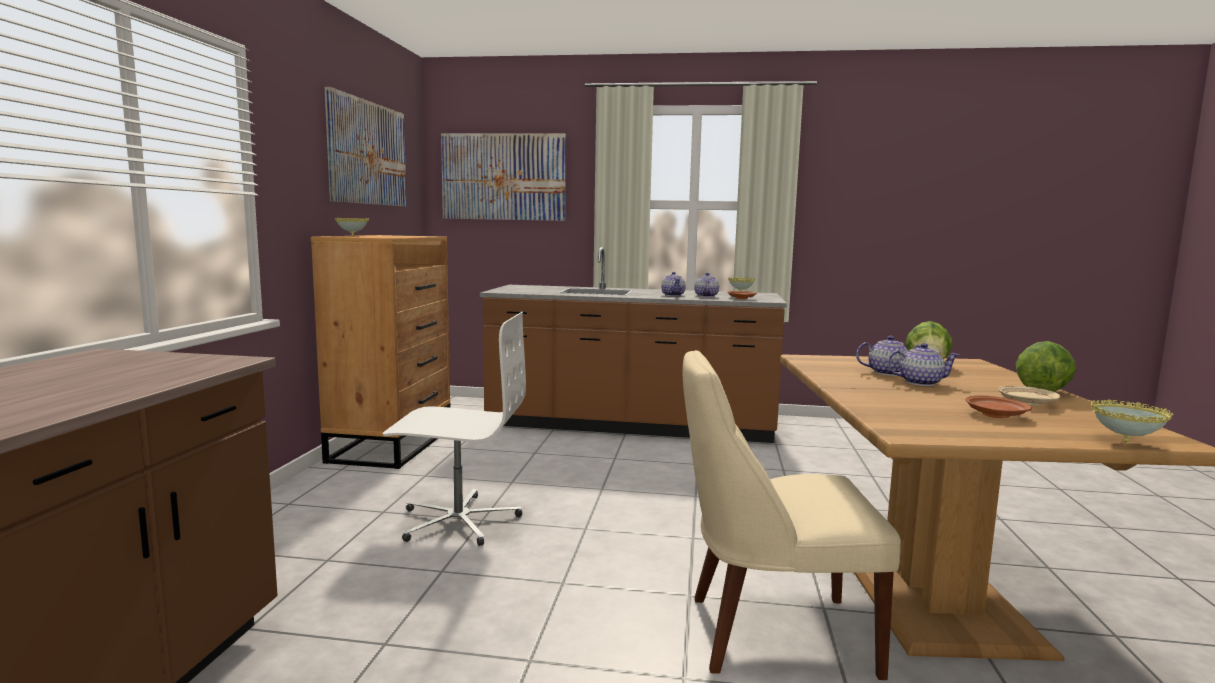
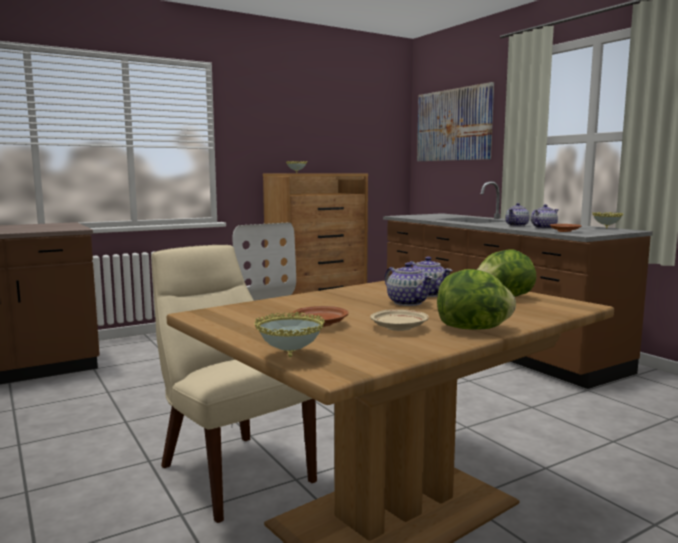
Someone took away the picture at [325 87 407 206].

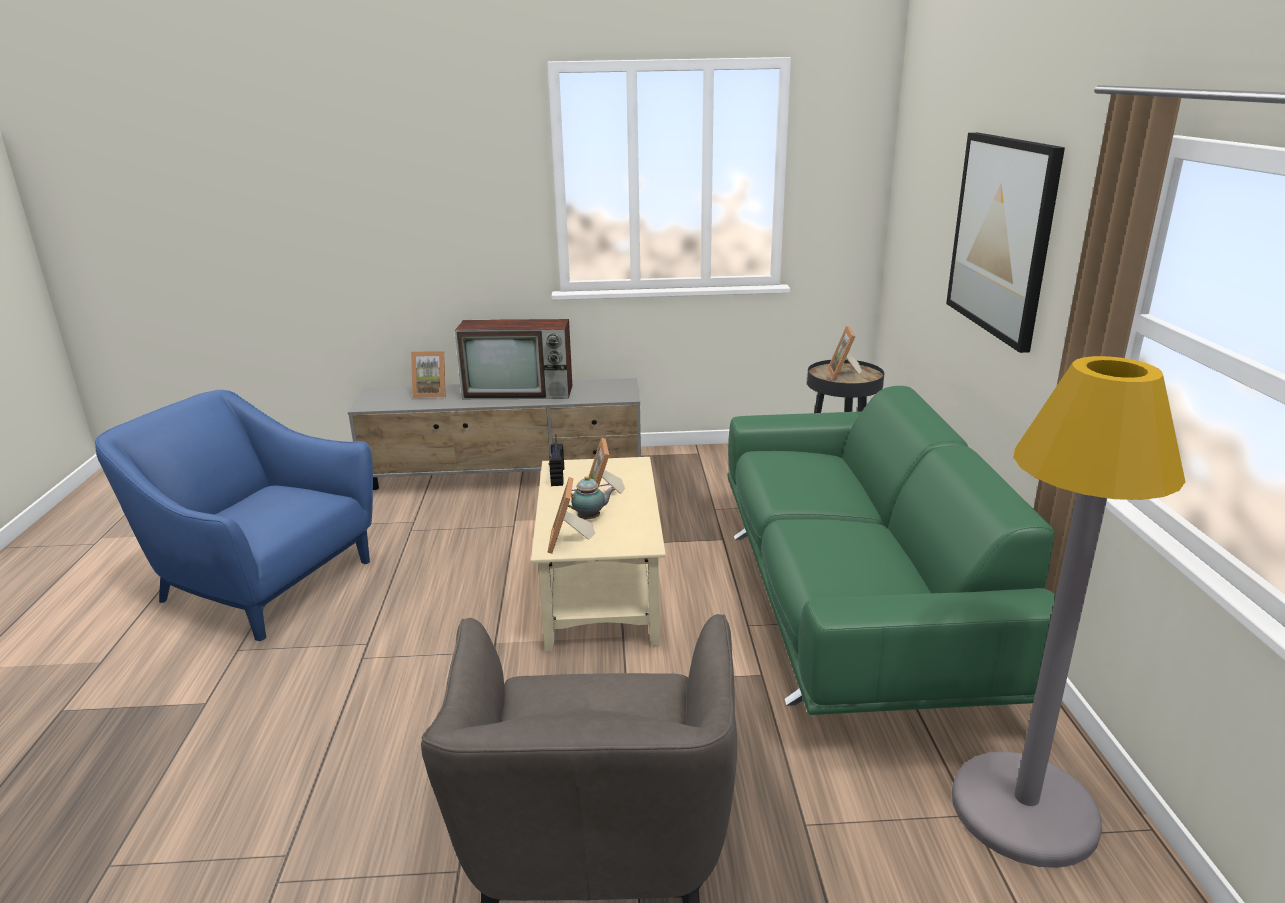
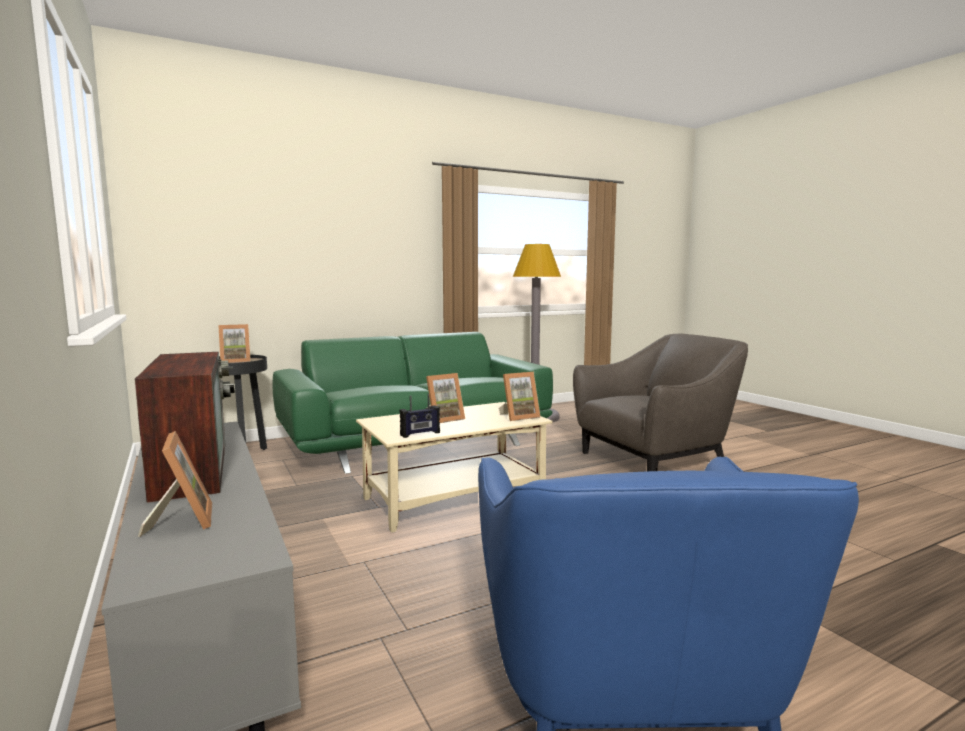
Someone took away the teapot at [568 476 615 519]. Someone took away the picture at [946 132 1065 353].

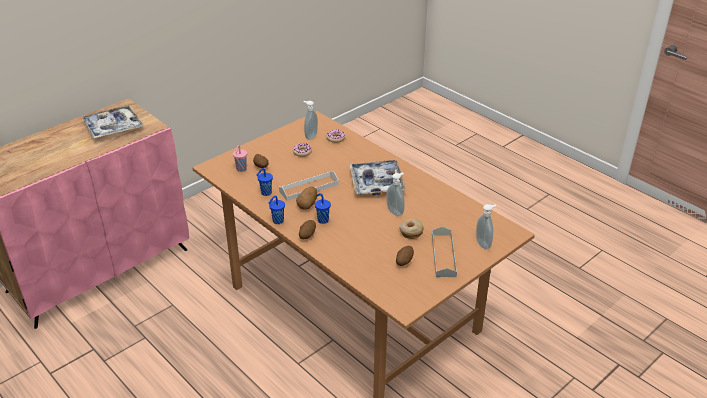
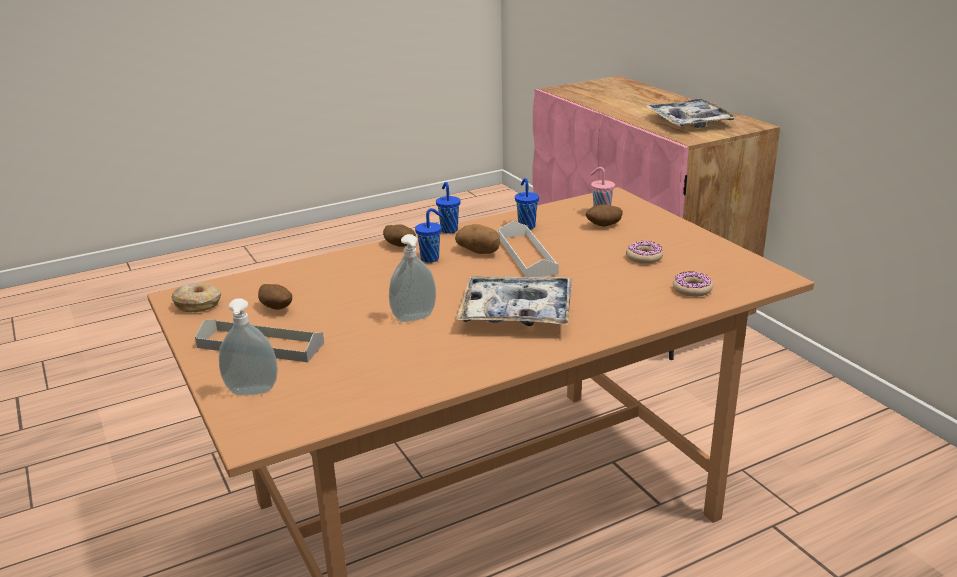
Someone took away the soap dispenser at [303 101 318 140]. Someone carried the donut from [399 219 424 239] to [172 283 221 312].

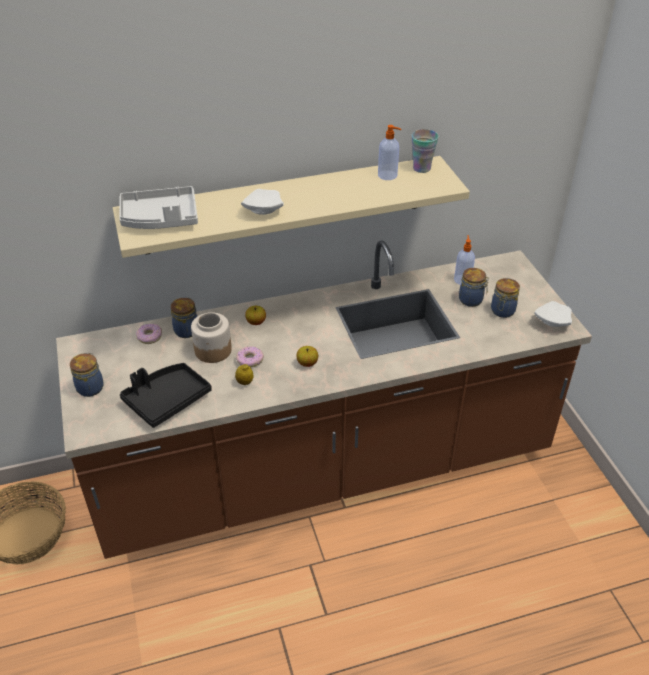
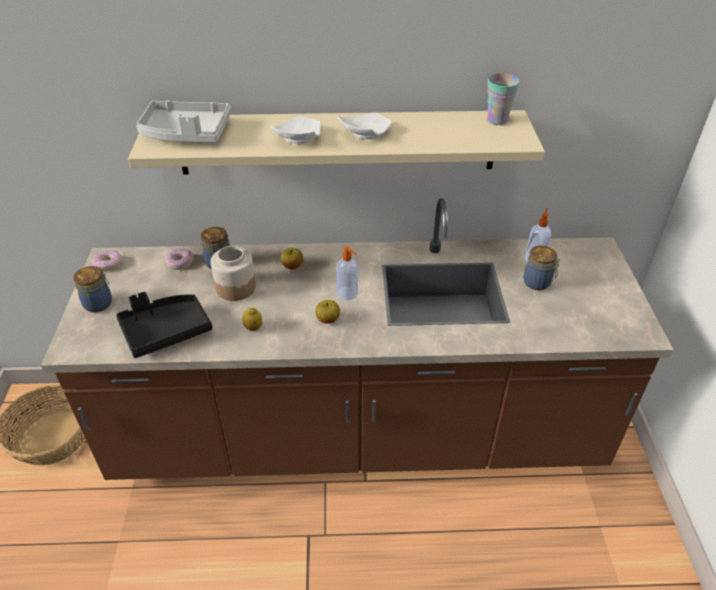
Someone carried the donut from [236 347 264 367] to [92 250 121 271]. Someone carried the soap dispenser from [378 125 401 180] to [336 246 358 300]. Someone took away the jar at [491 278 520 318]. Someone carried the plate/white from [534 301 572 327] to [338 113 392 139].

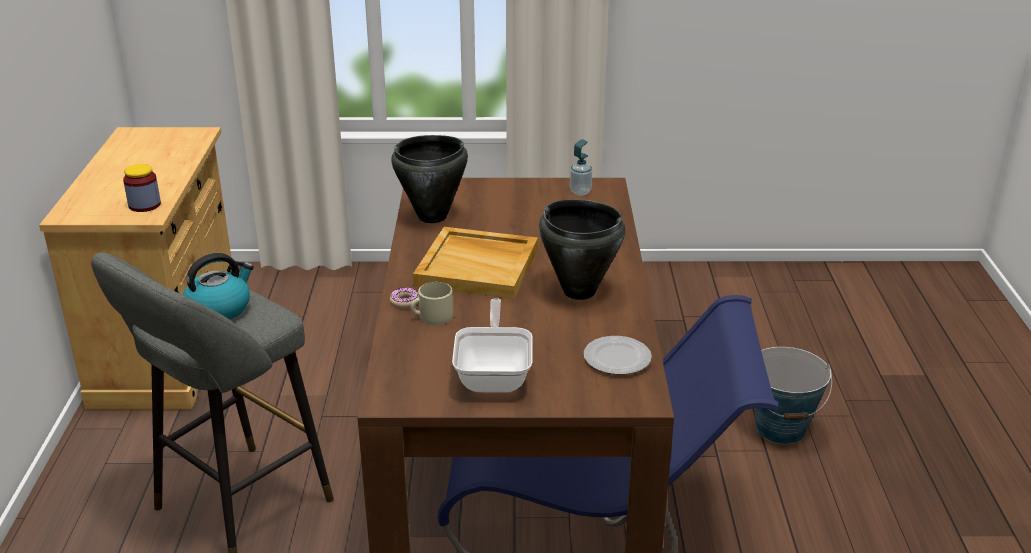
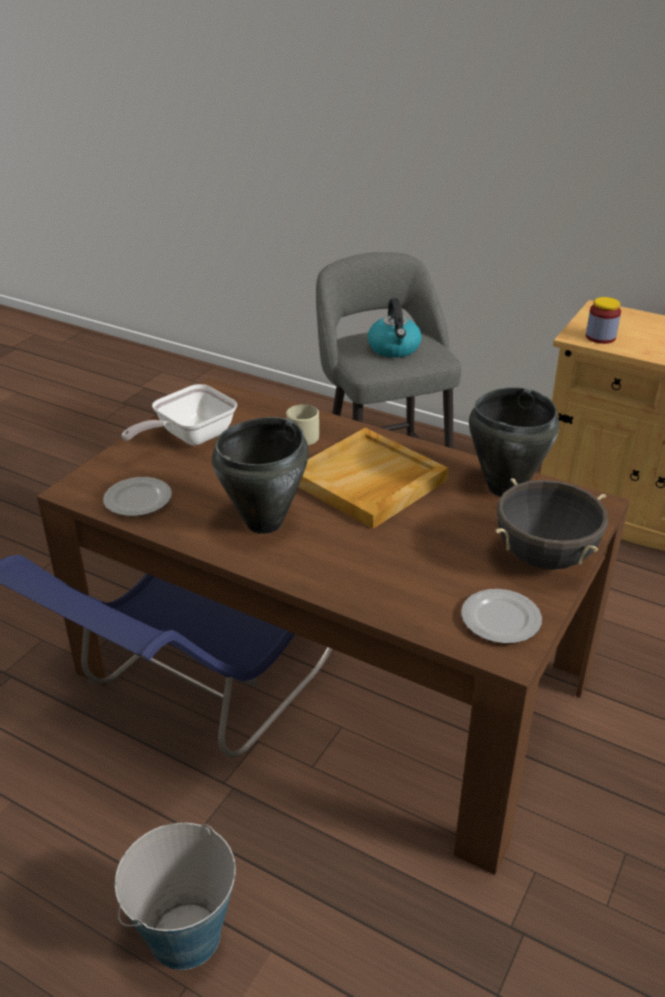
Someone took away the donut at [390 287 419 308]. Someone rotated the frying pan at [452 298 533 393] by 105 degrees clockwise. Someone swapped the soap dispenser at [570 139 592 196] for the plate at [461 589 542 644]. Someone put down the cooking pot/black at [495 478 608 570].

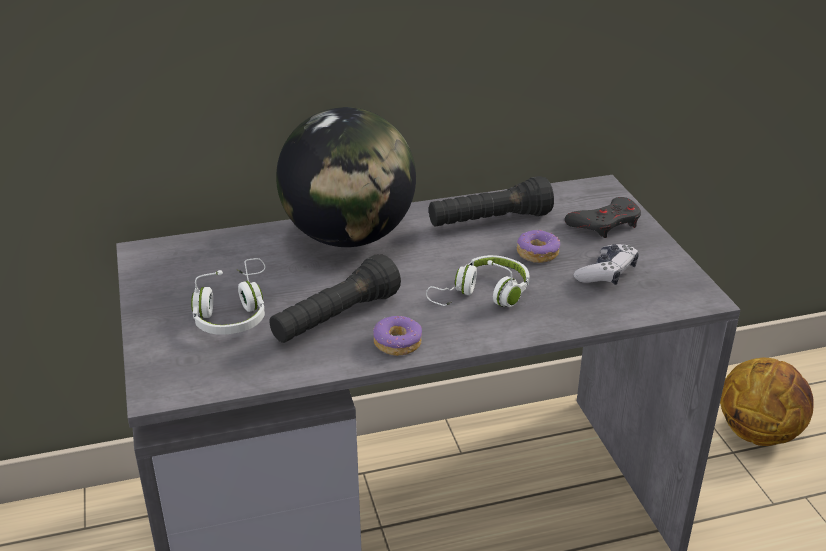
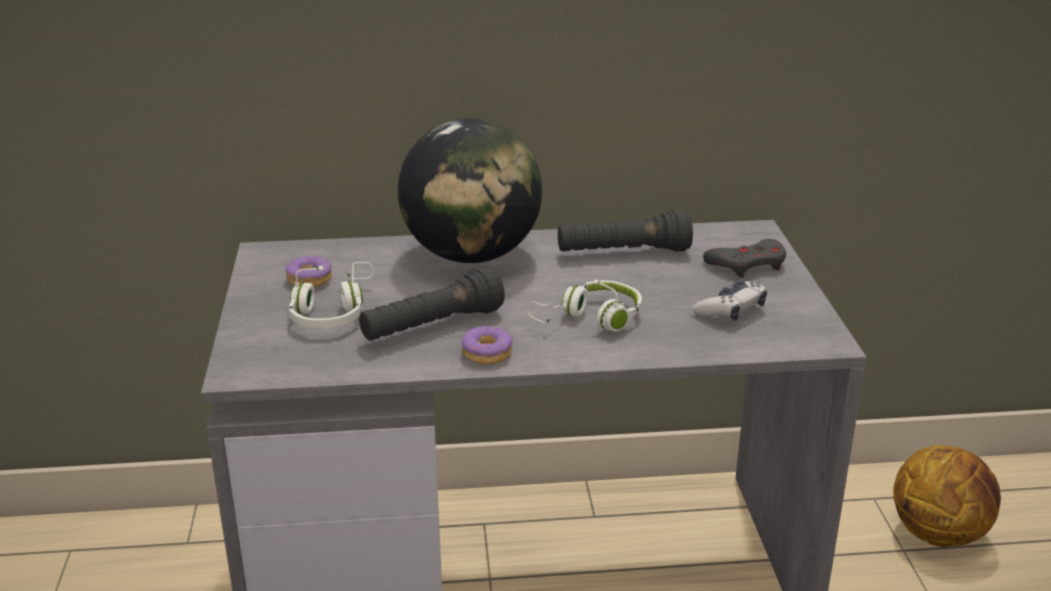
Someone carried the donut from [517 230 560 263] to [286 256 332 287].

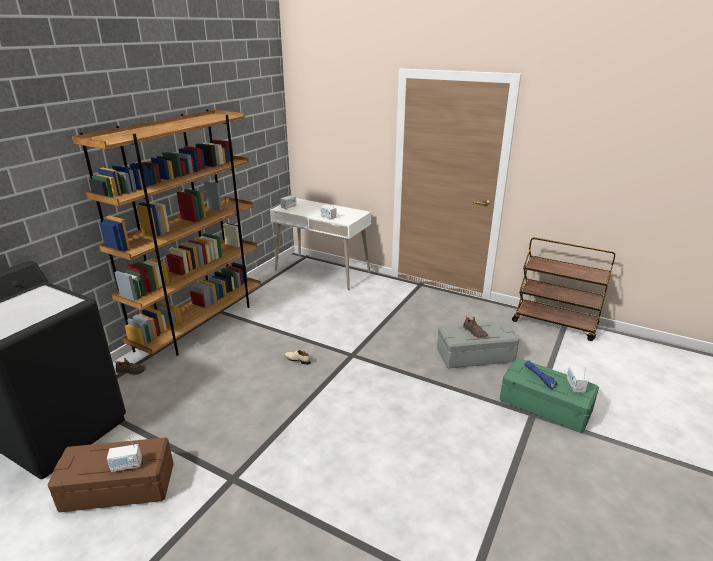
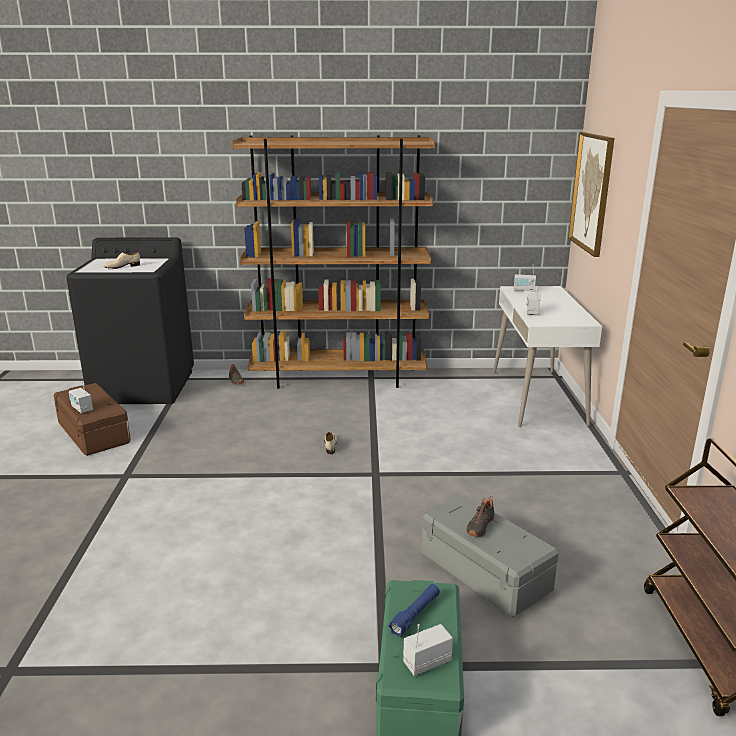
Someone put down the shoe/beige at [104 252 140 269]. Someone put up the picture at [568 132 614 257].

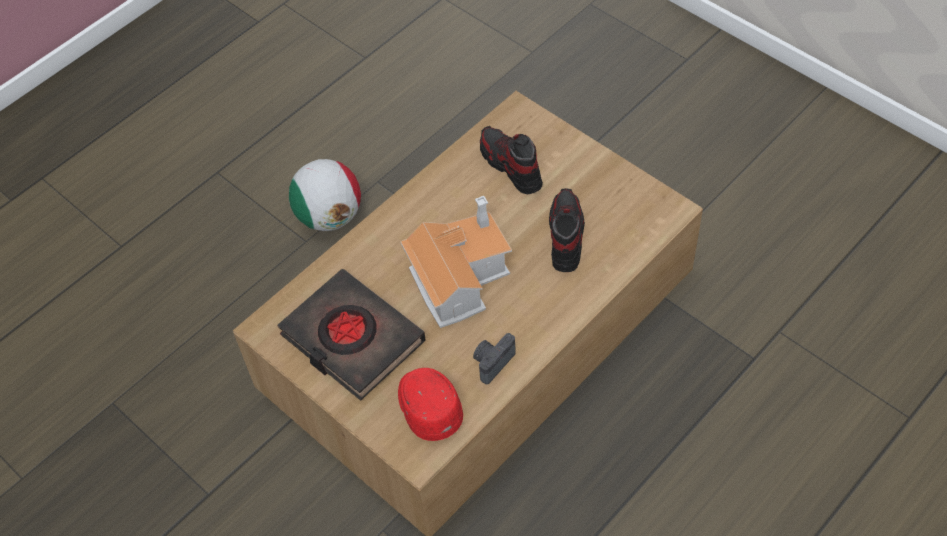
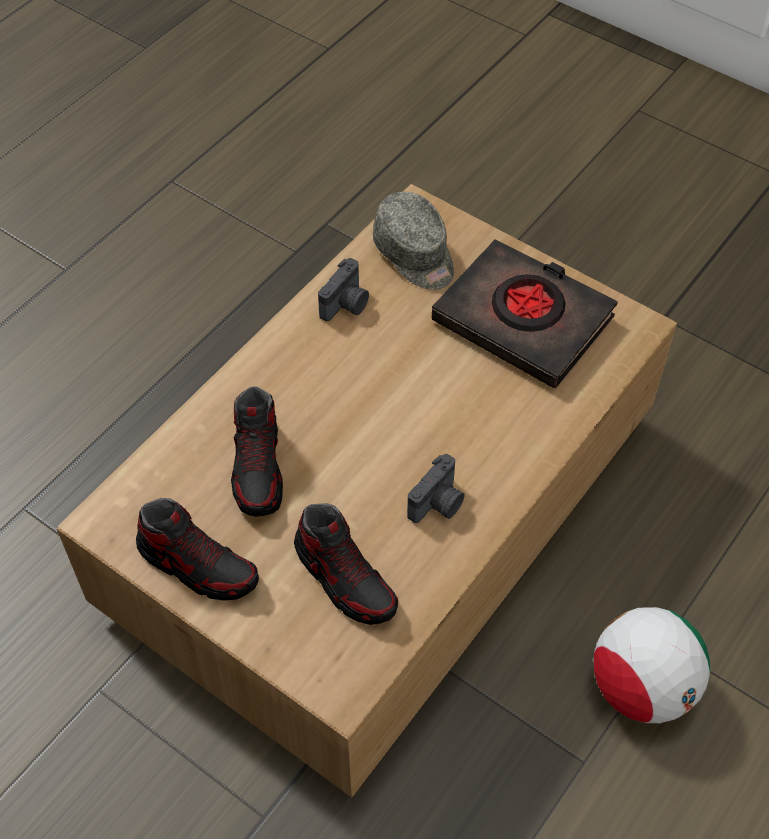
Someone repainted the cap/red at [398 368 463 441], which became the cap/grey at [373 192 454 290]. Someone took away the toy house at [400 196 512 328]. Someone put down the shoe at [136 498 259 601]. Someone put down the photo camera at [407 454 465 523].

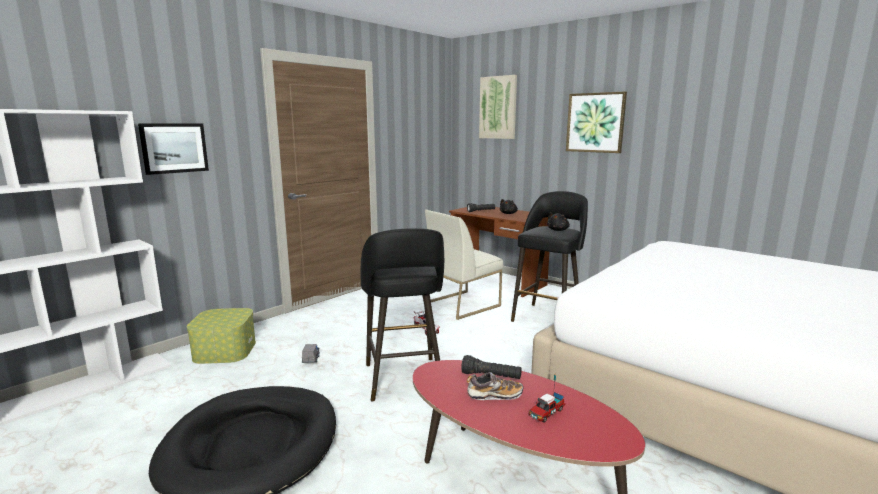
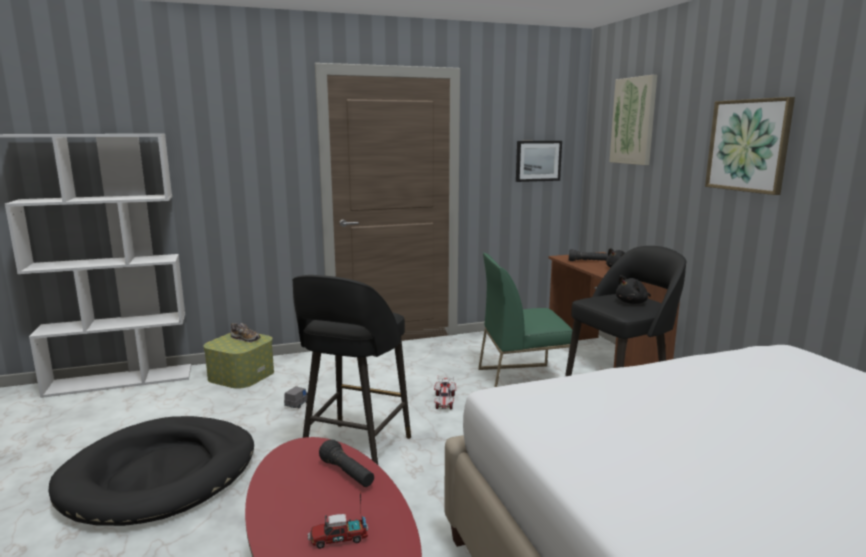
Someone carried the picture from [138 124 209 175] to [516 141 562 182]. Someone repainted the chair/white at [425 210 503 320], which became the chair/green at [478 253 573 387]. Someone carried the shoe from [467 372 523 400] to [231 323 260 343].

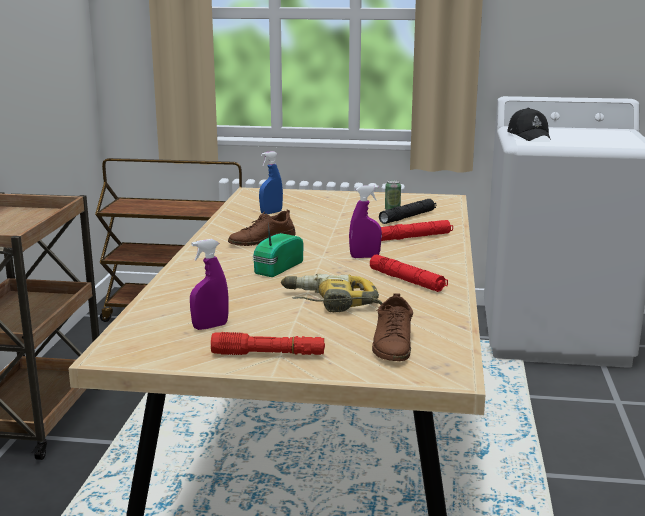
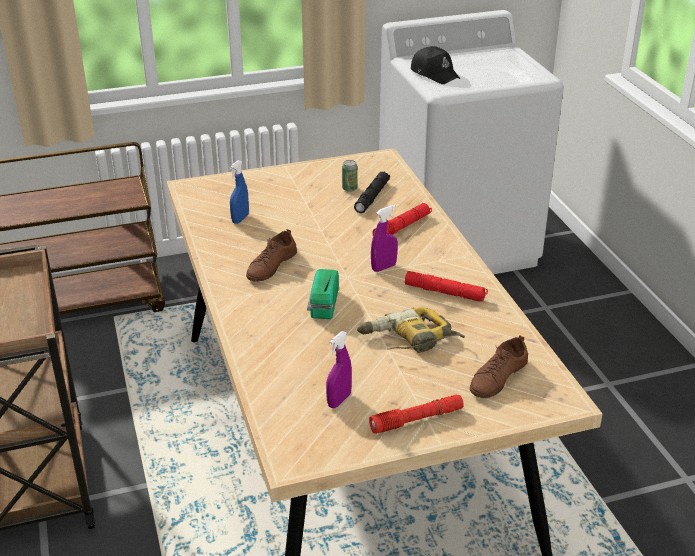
Someone rotated the shoe/brown at [372 293 413 361] by 60 degrees clockwise.

